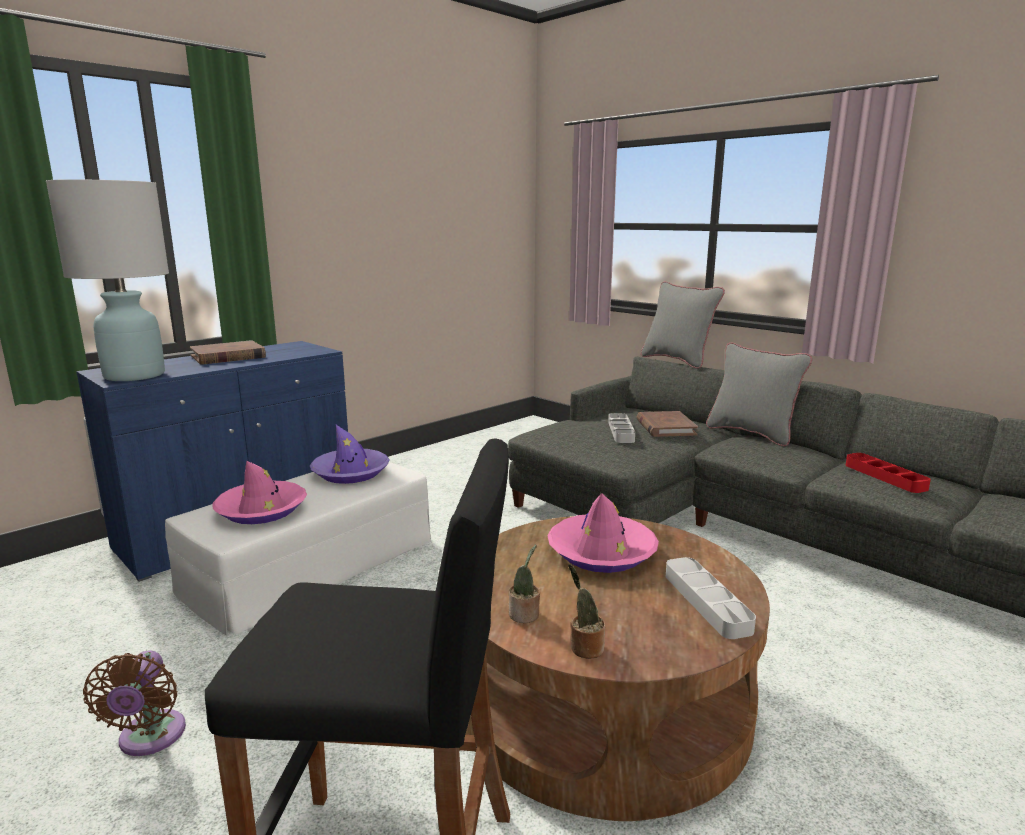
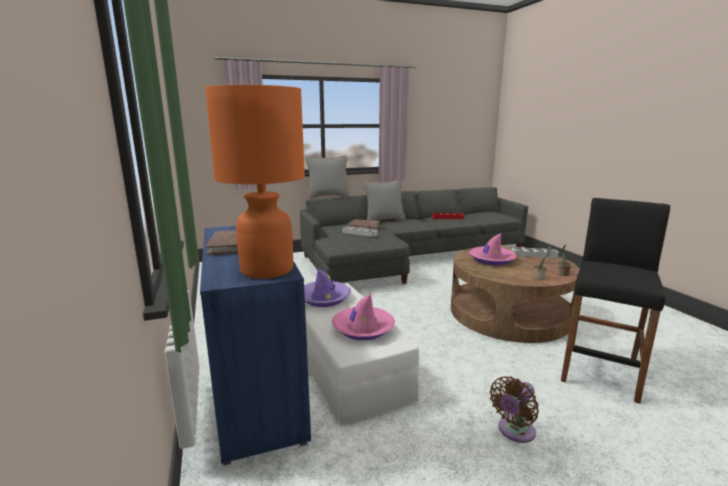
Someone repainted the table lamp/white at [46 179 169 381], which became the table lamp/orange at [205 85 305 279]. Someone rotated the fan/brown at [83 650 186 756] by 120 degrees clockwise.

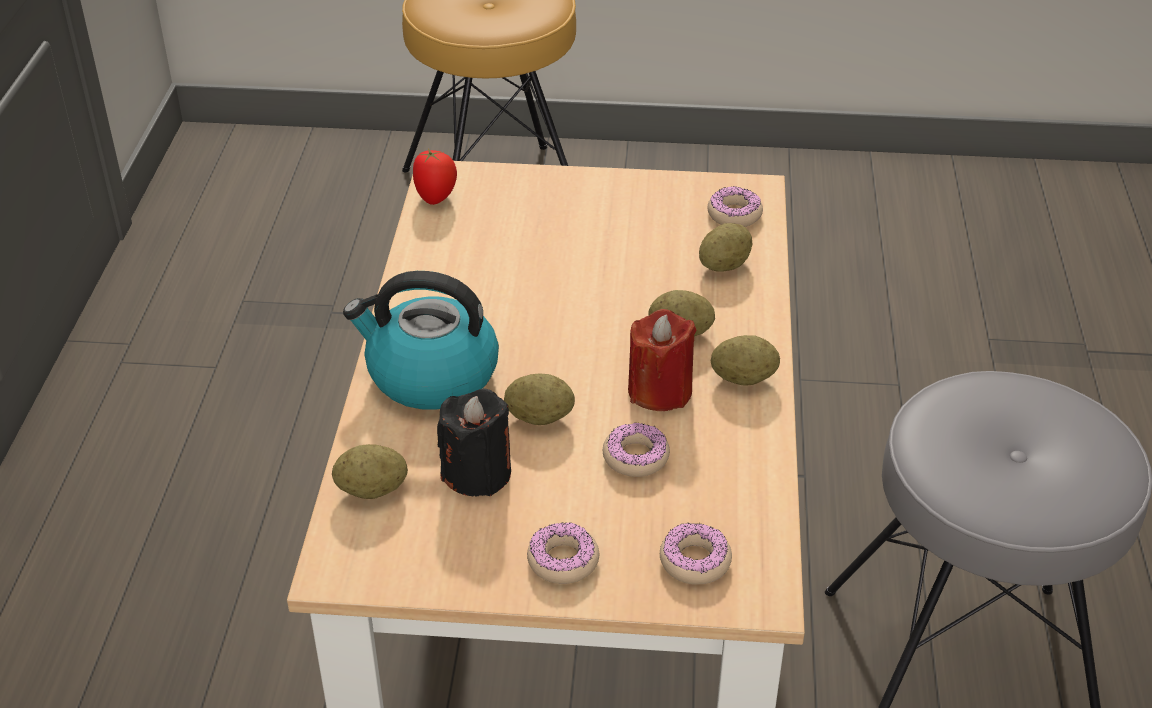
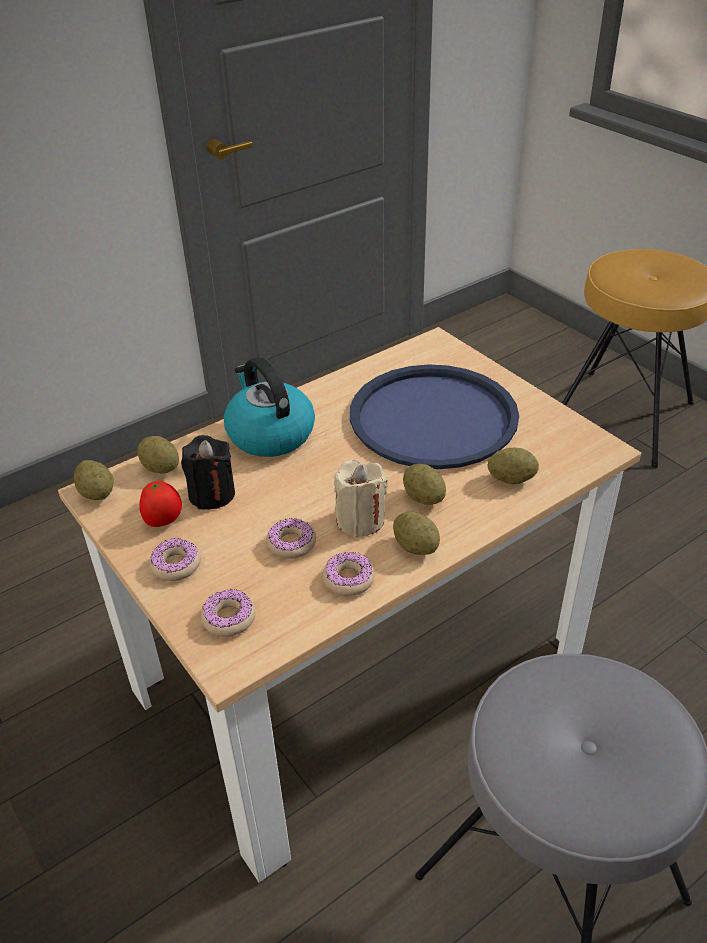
Someone carried the tomato from [413 148 457 205] to [139 481 182 527]. Someone carried the potato from [504 373 575 425] to [74 460 114 500]. Someone repainted the candle/red at [628 309 697 411], which became the candle/beige at [334 460 388 537]. Someone carried the donut from [708 186 763 227] to [323 552 375 596]. Someone put down the tray/blue at [350 364 519 469].

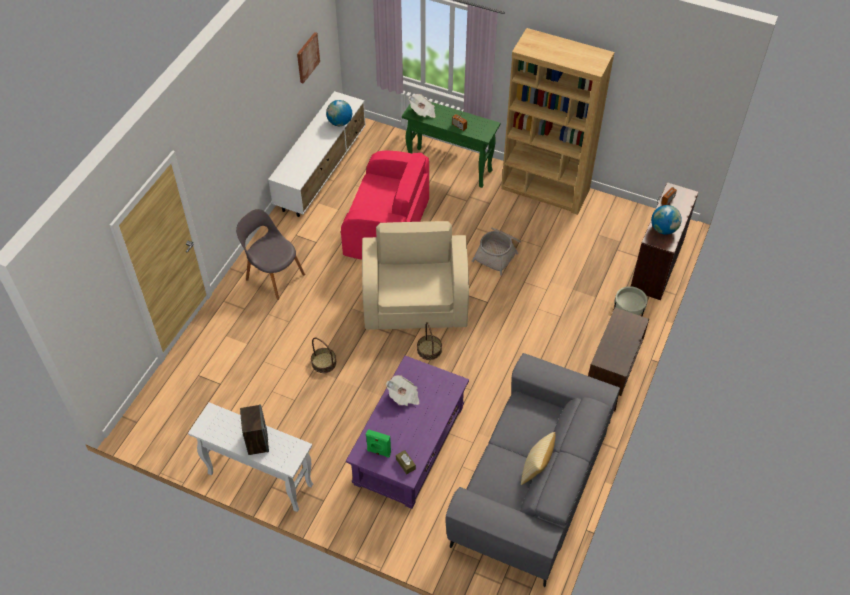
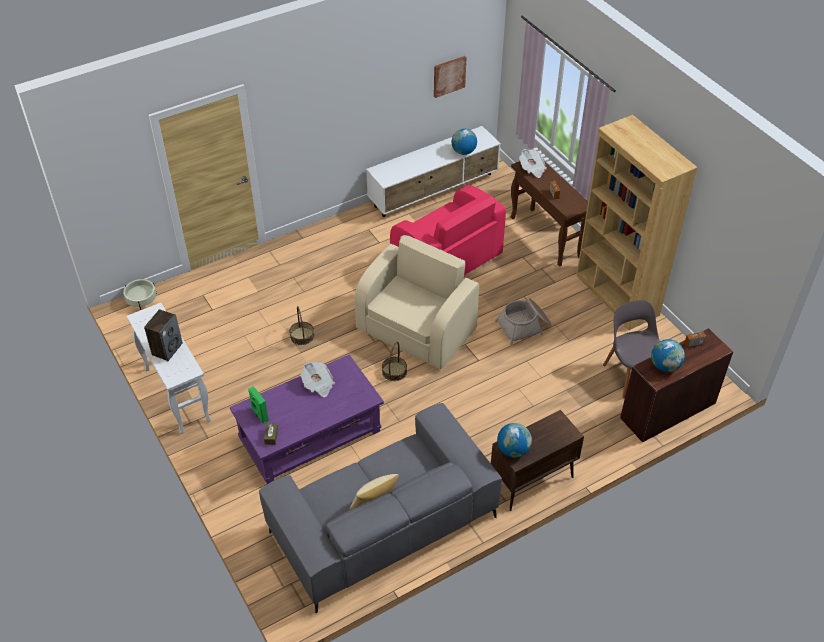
Someone carried the chair/grey from [236 209 305 300] to [603 300 660 398]. Someone repainted the console table/green at [402 102 500 188], which became the console table/brown at [511 161 588 266]. Someone carried the planter/beige from [614 286 648 316] to [123 279 157 310]. Someone put down the globe at [497 423 532 458].

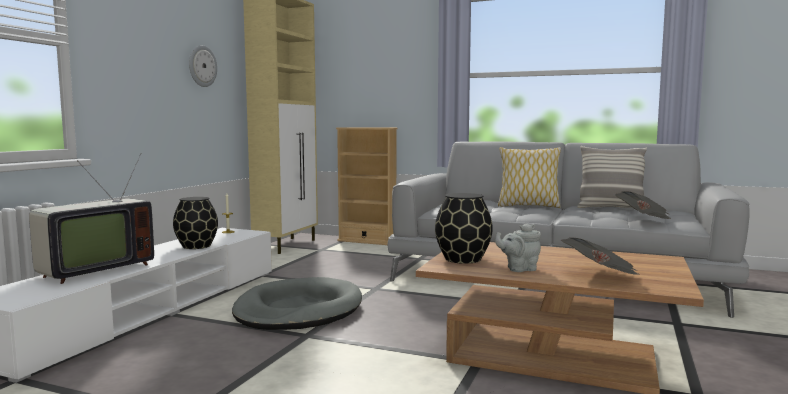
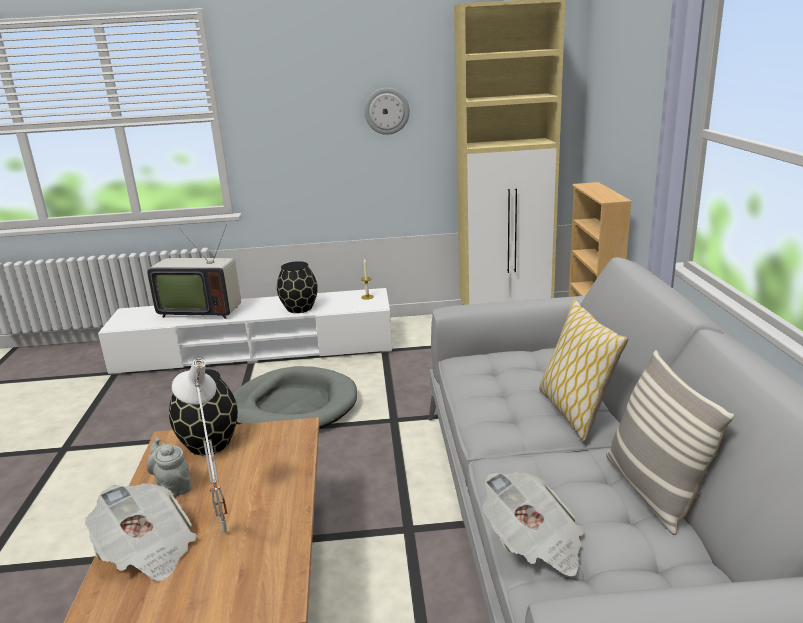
Someone put down the table lamp/white at [172 358 227 536].

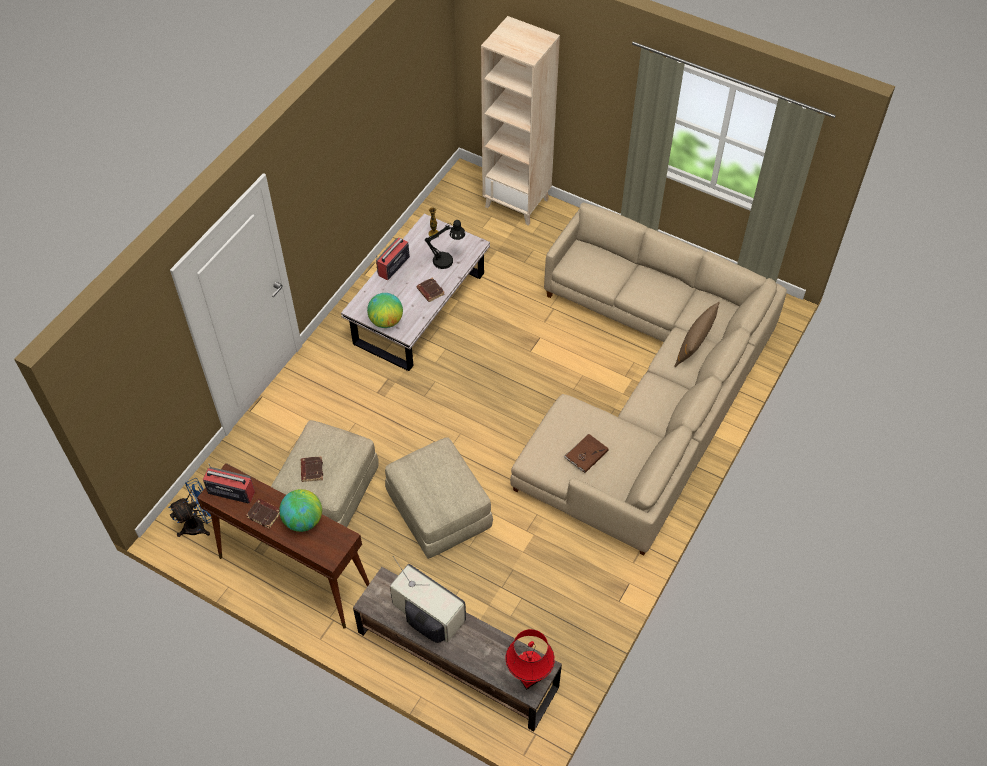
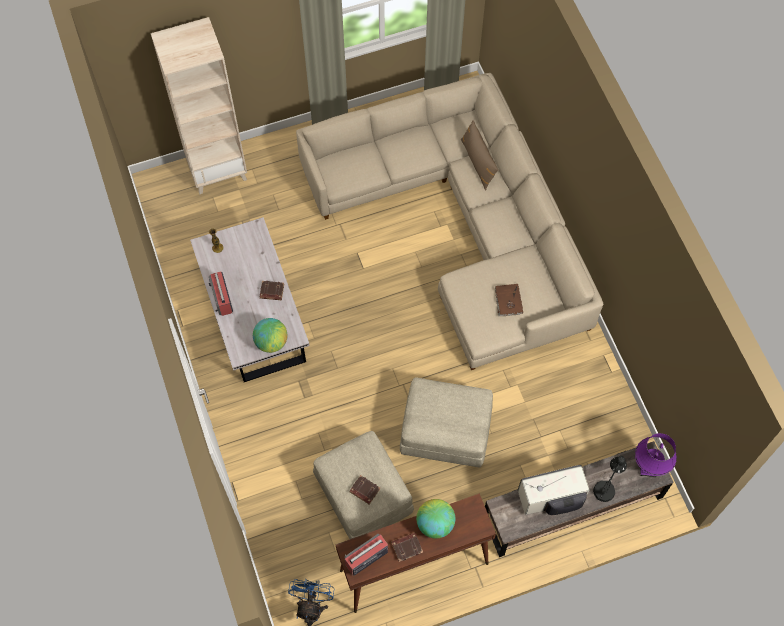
Someone carried the table lamp/black from [425 220 465 269] to [593 456 627 502]. Someone repainted the table lamp/red at [506 629 555 690], which became the table lamp/purple at [635 433 677 477].

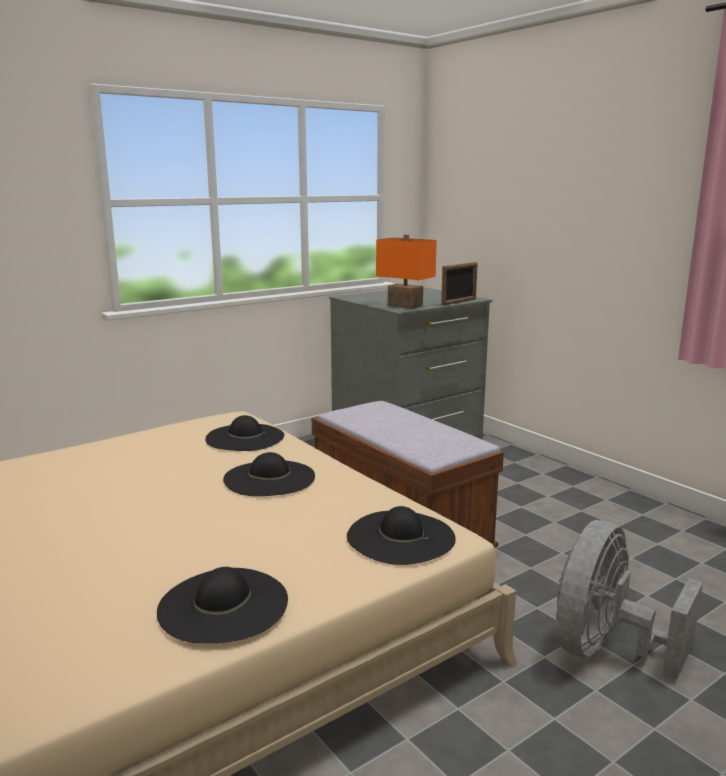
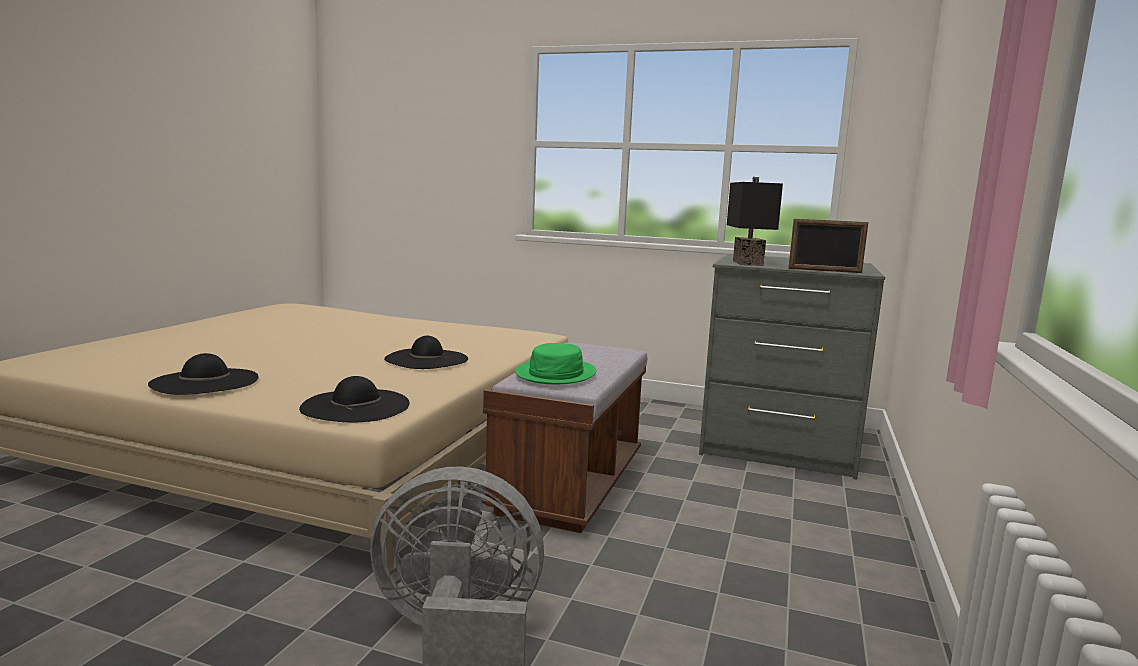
Someone took away the hat/black at [205 415 284 451]. Someone repainted the table lamp/orange at [376 235 437 309], which became the table lamp/black at [727 177 783 266]. Someone put down the hat/green at [515 343 597 384].

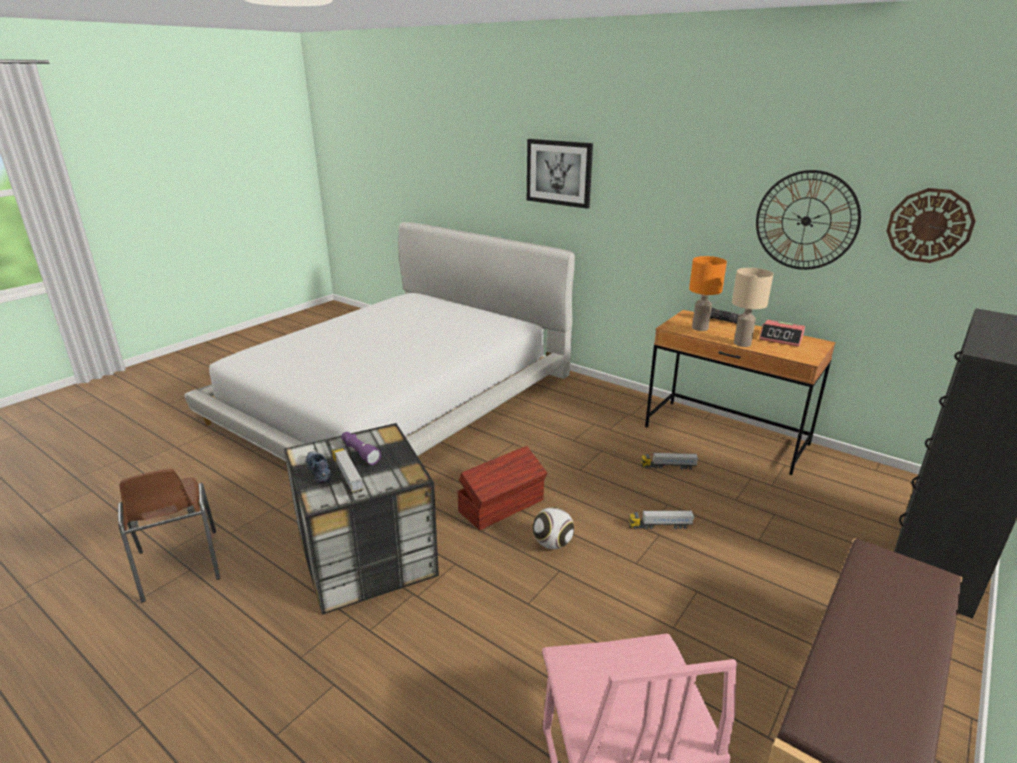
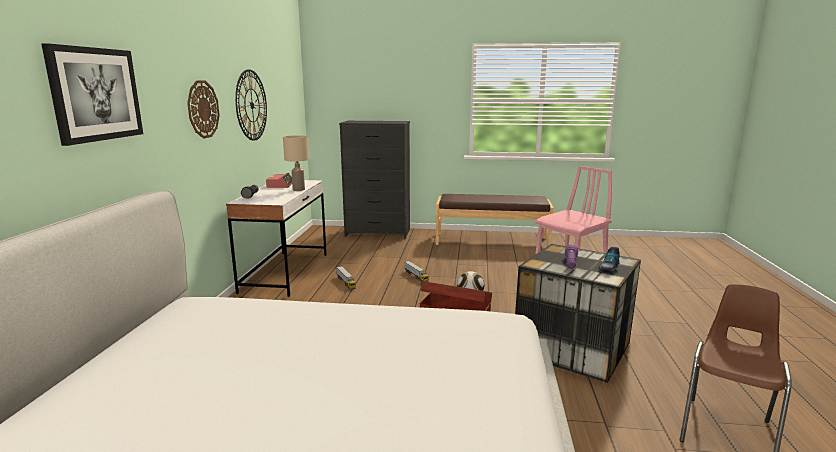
Someone took away the toy truck at [332 447 363 494]. Someone repainted the desk/brown at [645 310 836 475], which became the desk/white at [226 180 327 297]. Someone took away the table lamp/orange at [689 256 727 331]. Someone carried the wall clock from [886 188 976 263] to [187 80 220 139].

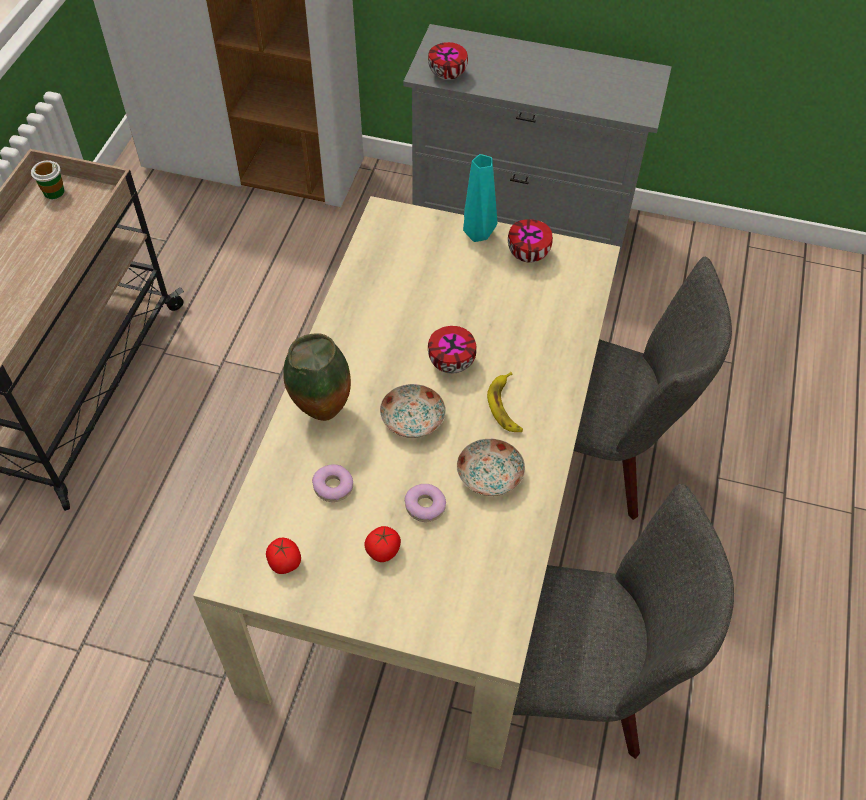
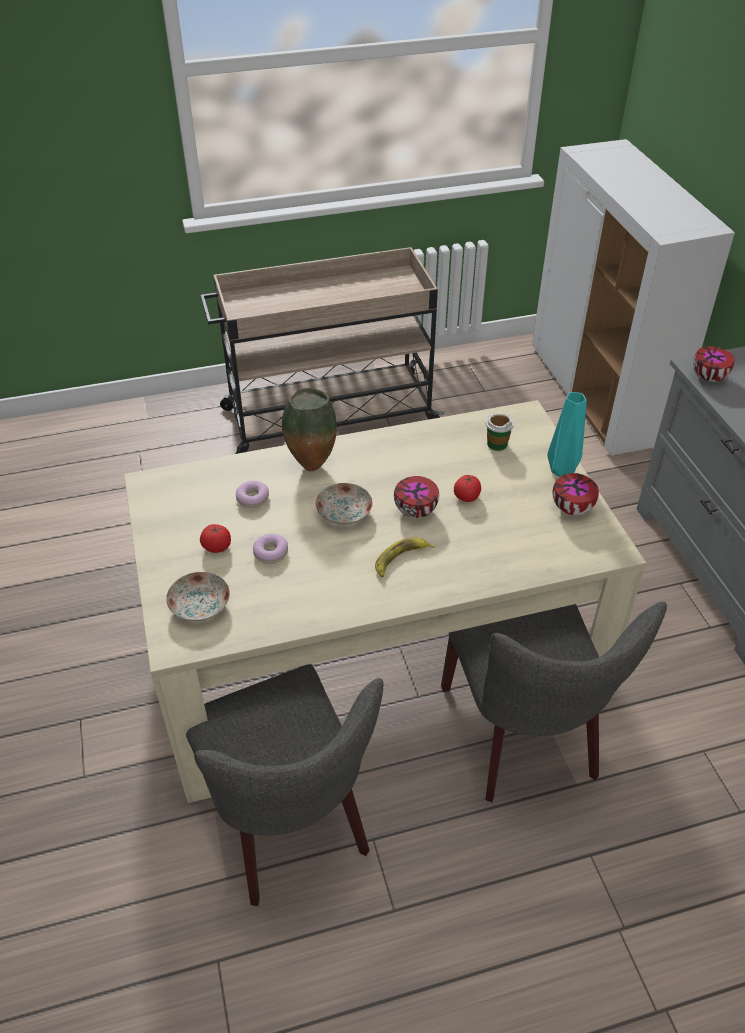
Someone carried the cup from [31 160 64 199] to [486 413 514 451]. Someone carried the tomato from [266 538 301 574] to [454 474 481 502]. Someone carried the plate from [457 439 525 496] to [166 572 230 621].

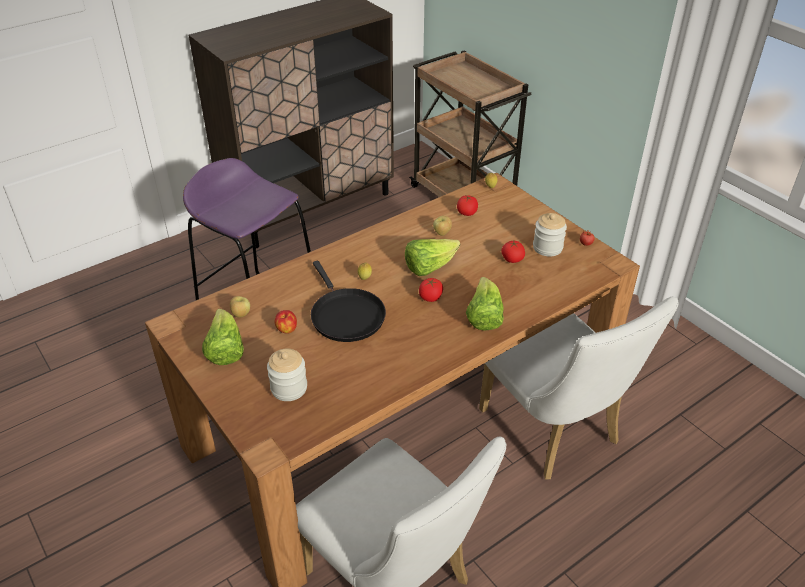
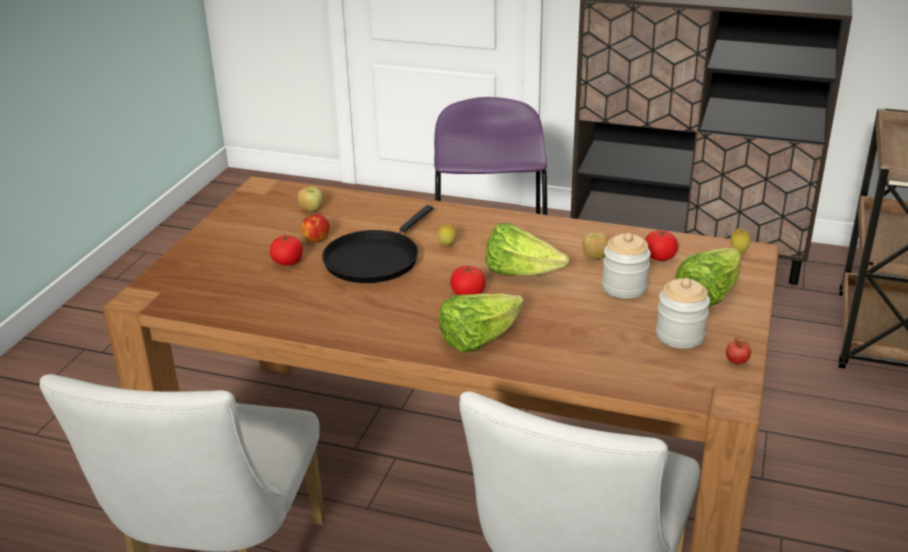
Someone carried the lettuce from [202 309 244 365] to [675 248 741 306]. Someone carried the jar from [267 349 307 401] to [602 233 651 299]. Someone carried the tomato from [501 241 525 263] to [270 235 303 266].

